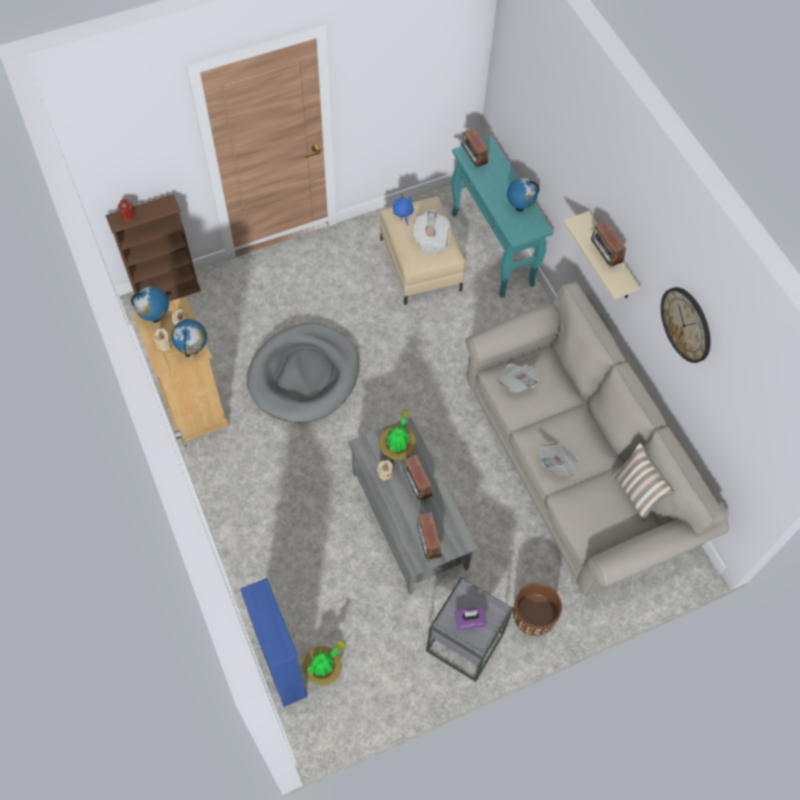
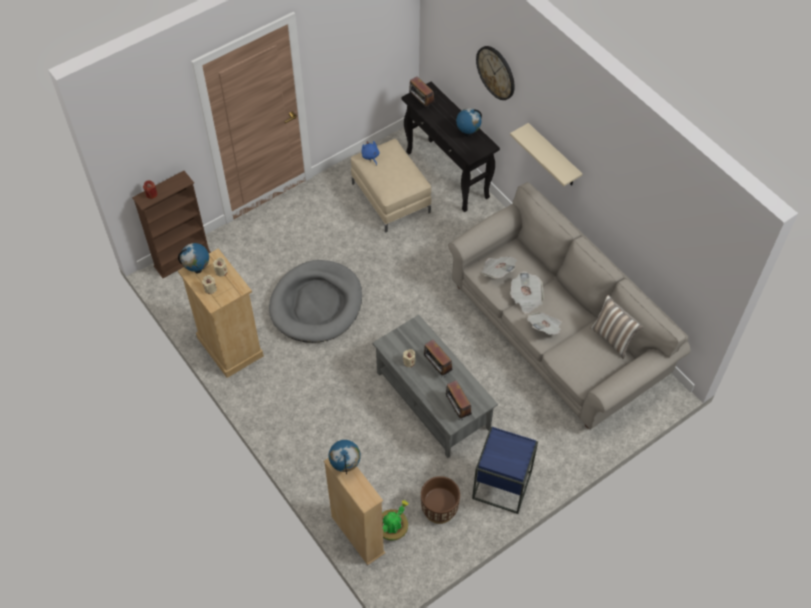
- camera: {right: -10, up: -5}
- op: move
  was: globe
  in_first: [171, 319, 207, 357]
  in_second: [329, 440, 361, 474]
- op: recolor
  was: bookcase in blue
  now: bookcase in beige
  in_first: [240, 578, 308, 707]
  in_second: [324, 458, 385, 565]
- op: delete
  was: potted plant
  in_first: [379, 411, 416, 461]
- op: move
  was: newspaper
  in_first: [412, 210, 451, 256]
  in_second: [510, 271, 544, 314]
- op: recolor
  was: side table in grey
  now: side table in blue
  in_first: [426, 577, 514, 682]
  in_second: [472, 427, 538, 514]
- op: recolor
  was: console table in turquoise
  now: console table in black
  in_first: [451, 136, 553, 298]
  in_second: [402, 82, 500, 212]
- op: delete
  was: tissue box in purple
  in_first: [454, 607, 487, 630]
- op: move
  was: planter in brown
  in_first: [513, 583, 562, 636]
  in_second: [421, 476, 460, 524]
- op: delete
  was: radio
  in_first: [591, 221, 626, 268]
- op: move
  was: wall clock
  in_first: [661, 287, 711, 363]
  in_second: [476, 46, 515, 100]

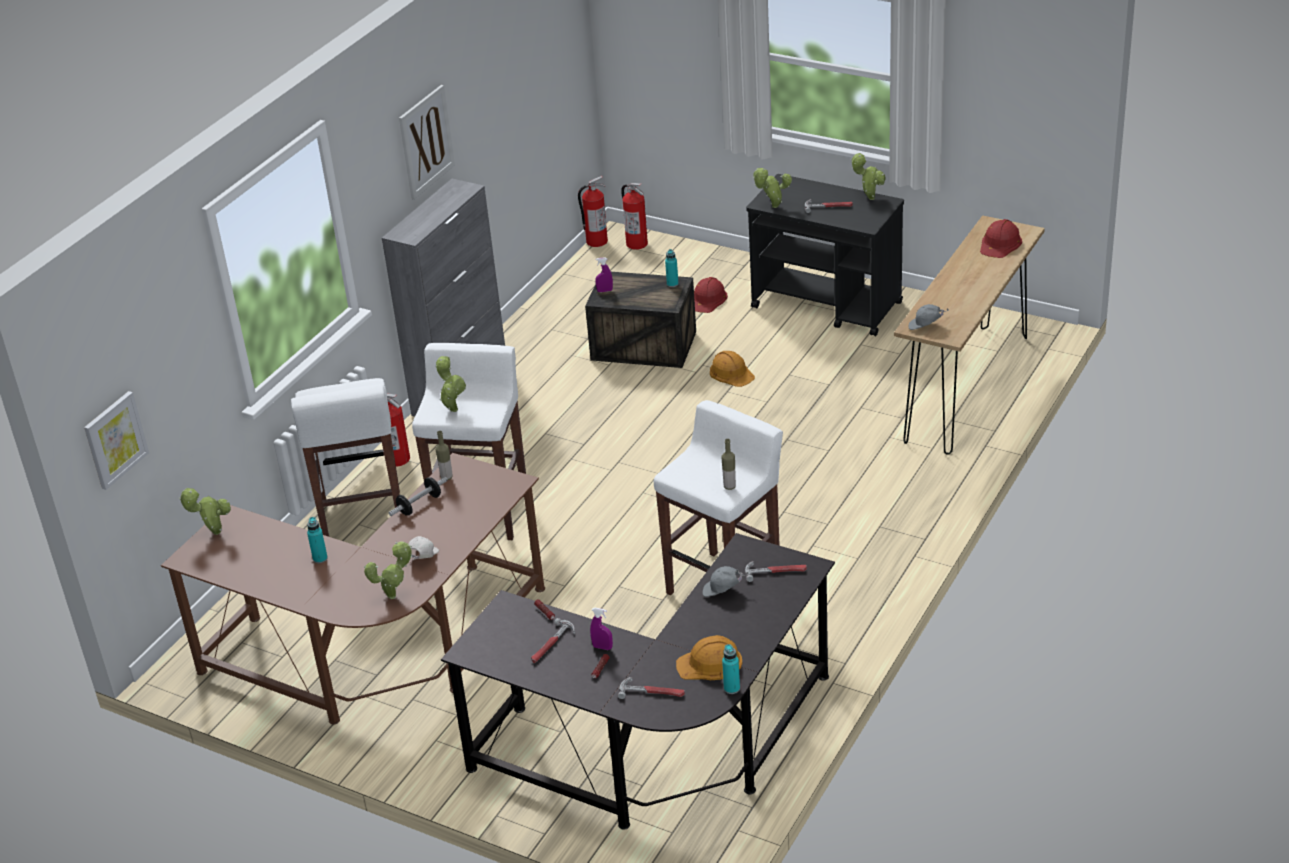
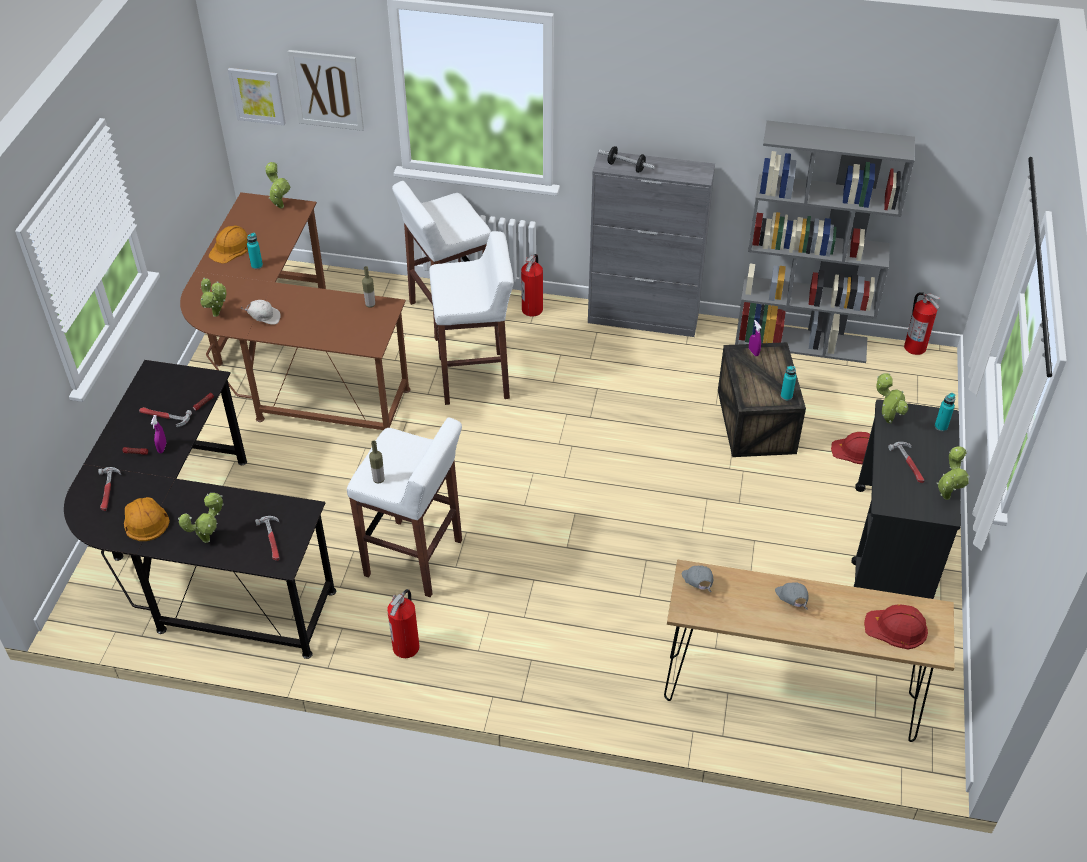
- camera: {right: 70, up: 10}
- op: move
  was: dumbbell
  in_first: [389, 477, 448, 516]
  in_second: [599, 146, 655, 173]
- op: move
  was: picture
  in_first: [399, 85, 455, 200]
  in_second: [288, 50, 364, 131]
- op: move
  was: potted plant
  in_first: [435, 356, 466, 412]
  in_second: [178, 493, 223, 543]
- op: move
  was: fire extinguisher
  in_first: [621, 183, 648, 250]
  in_second: [387, 589, 419, 658]
- op: move
  was: cap in grey
  in_first: [702, 566, 748, 597]
  in_second: [775, 582, 809, 610]
- op: move
  was: hard hat in orange
  in_first: [710, 351, 755, 387]
  in_second: [209, 226, 248, 264]
- op: move
  was: bottle in turquoise
  in_first: [722, 644, 740, 694]
  in_second: [935, 393, 956, 432]
- op: insert
  now: bookcase in grey
  in_second: [735, 120, 915, 363]

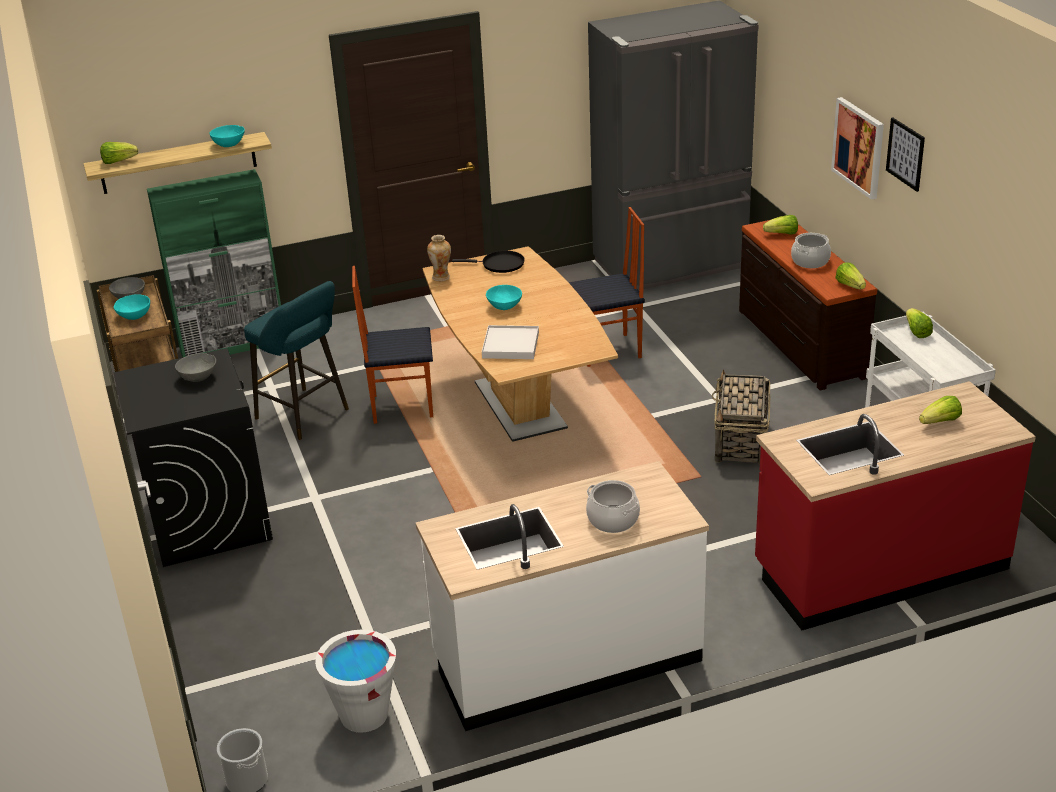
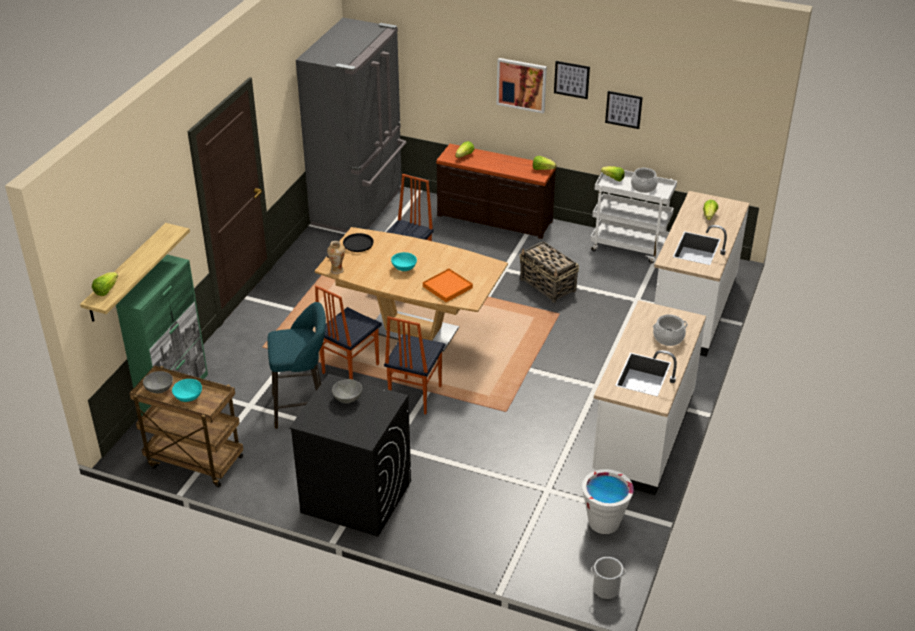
- camera: {right: -50, up: 5}
- op: delete
  was: bowl in turquoise
  in_first: [210, 125, 245, 147]
- op: recolor
  was: tray in white
  now: tray in orange
  in_first: [482, 325, 539, 359]
  in_second: [423, 269, 473, 302]
- op: recolor
  was: counter in red
  now: counter in white
  in_first: [755, 381, 1036, 630]
  in_second: [654, 191, 750, 357]
- op: move
  was: cooking pot
  in_first: [791, 233, 831, 268]
  in_second: [631, 167, 658, 193]
- op: insert
  now: chair
  in_second: [384, 316, 445, 414]
- op: insert
  now: picture
  in_second: [605, 91, 643, 129]

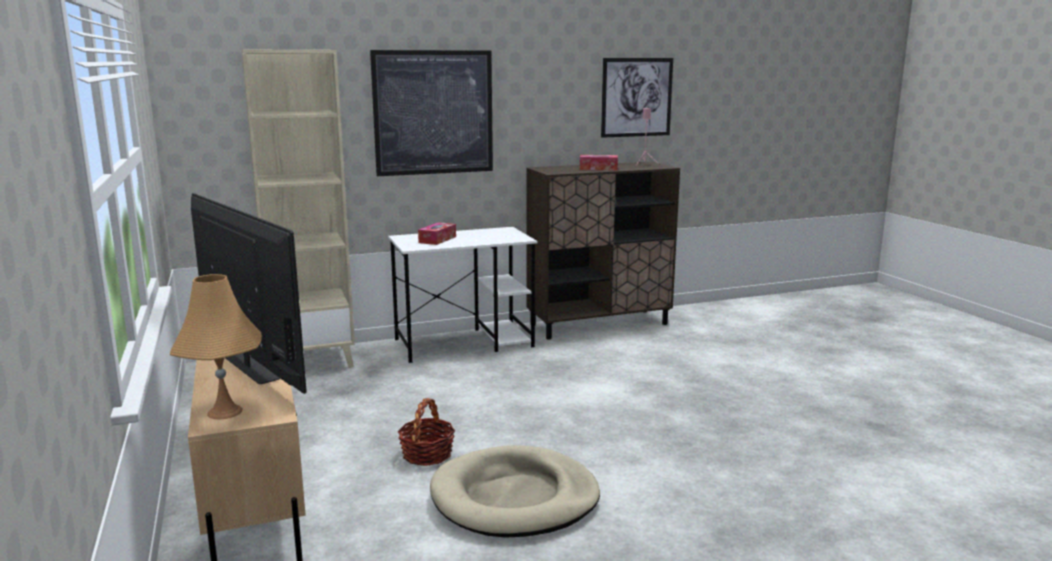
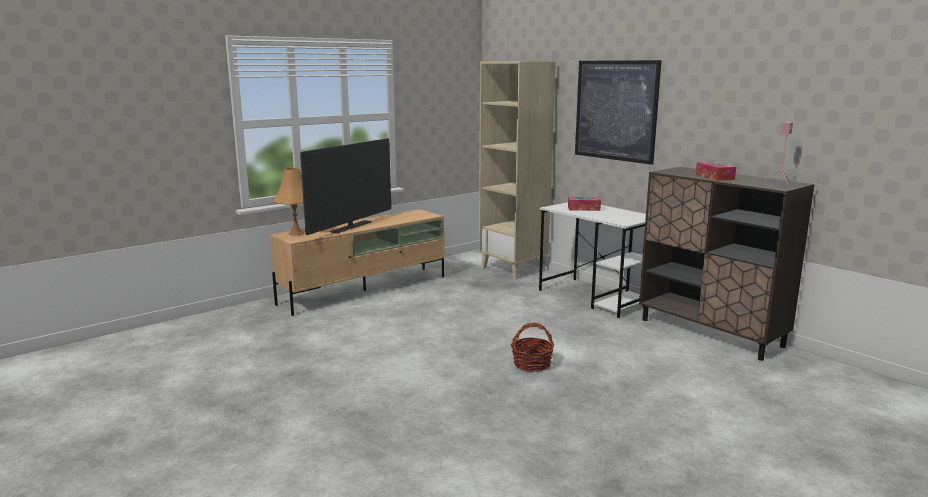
- camera: {right: 70, up: 0}
- op: move
  was: basket
  in_first: [397, 398, 455, 466]
  in_second: [510, 322, 554, 372]
- op: delete
  was: dog bed in beige
  in_first: [430, 445, 600, 538]
- op: delete
  was: picture
  in_first: [601, 58, 673, 138]

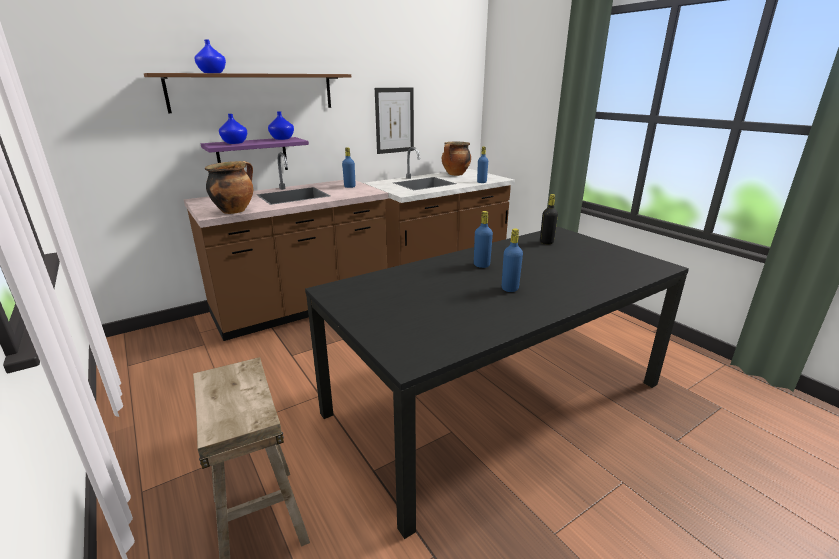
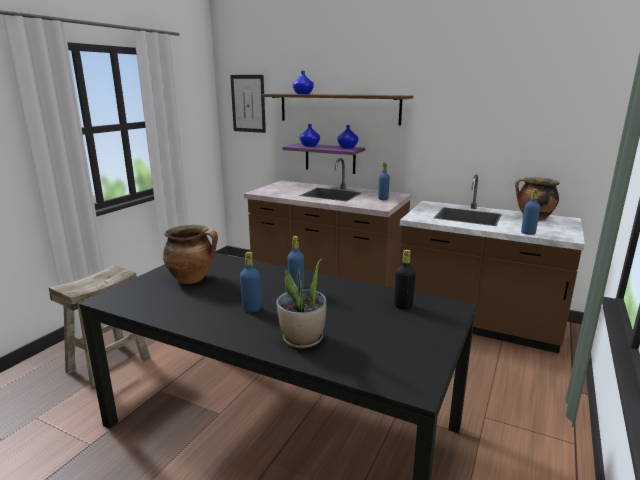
- camera: {right: 60, up: -5}
- op: move
  was: cooking pot
  in_first: [205, 161, 253, 214]
  in_second: [163, 225, 218, 284]
- op: move
  was: picture
  in_first: [375, 87, 414, 154]
  in_second: [230, 75, 266, 133]
- op: insert
  now: potted plant
  in_second: [276, 259, 326, 348]

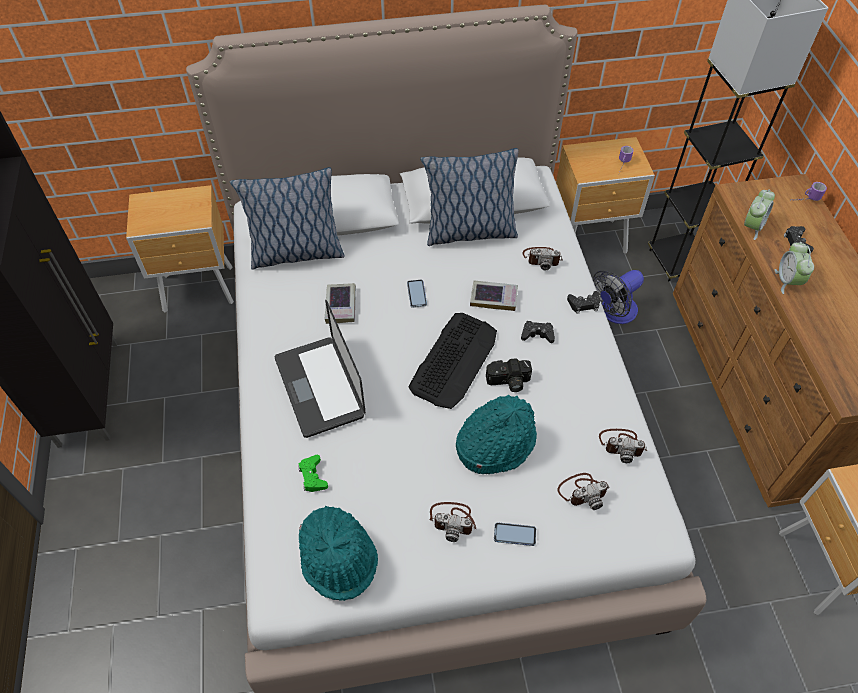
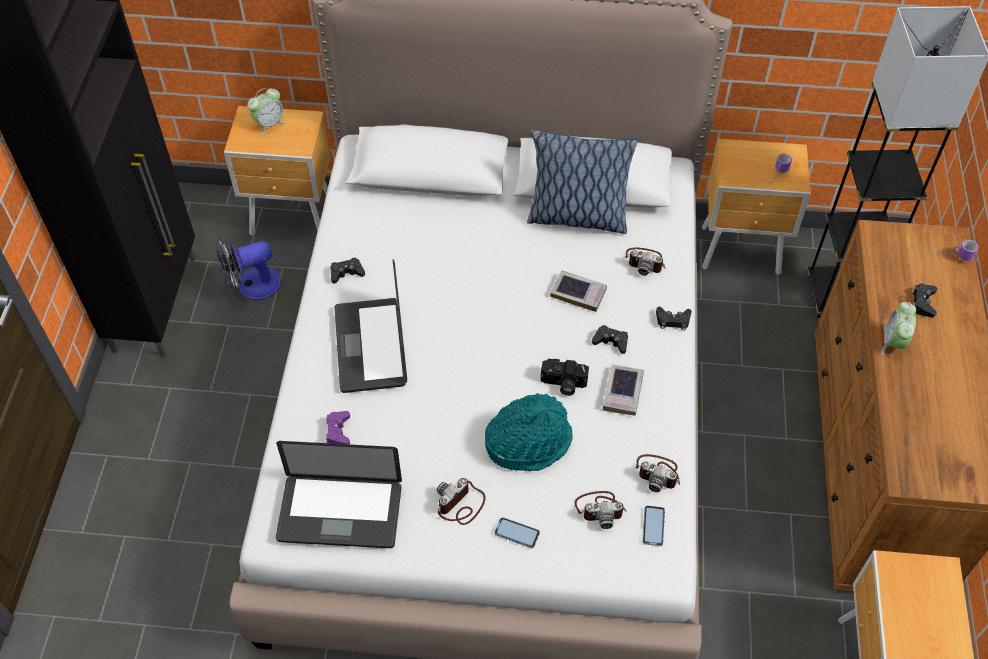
- camera: {right: 15, up: 0}
- op: delete
  was: pillow
  in_first: [230, 167, 345, 270]
- op: recolor
  was: game controller in green
  now: game controller in purple
  in_first: [298, 455, 328, 492]
  in_second: [326, 411, 350, 444]
- op: replace
  was: hat in turquoise
  now: laptop
  in_first: [299, 506, 378, 601]
  in_second: [276, 441, 402, 548]
- op: move
  was: book
  in_first: [325, 283, 356, 324]
  in_second: [603, 364, 644, 415]
- op: move
  was: phone
  in_first: [407, 280, 427, 308]
  in_second: [642, 506, 665, 546]
- op: delete
  was: keyboard
  in_first: [408, 313, 497, 409]
- op: rotate
  was: photo camera
  in_first: [430, 502, 476, 542]
  in_second: [437, 478, 486, 525]
  clockwise: 105
- op: move
  was: fan
  in_first: [593, 270, 644, 324]
  in_second: [215, 235, 281, 300]
- op: move
  was: alarm clock
  in_first: [744, 189, 775, 240]
  in_second: [247, 88, 286, 135]
- op: insert
  now: game controller in black
  in_second: [330, 257, 365, 284]

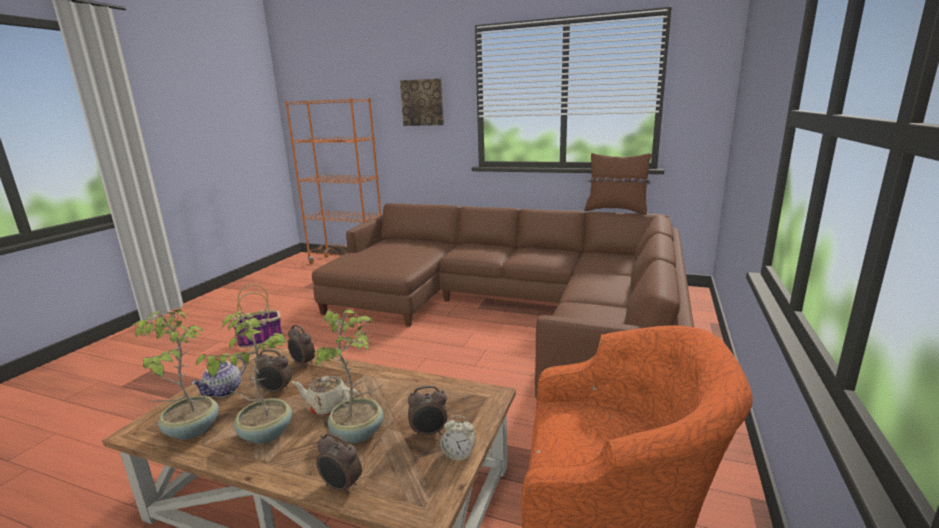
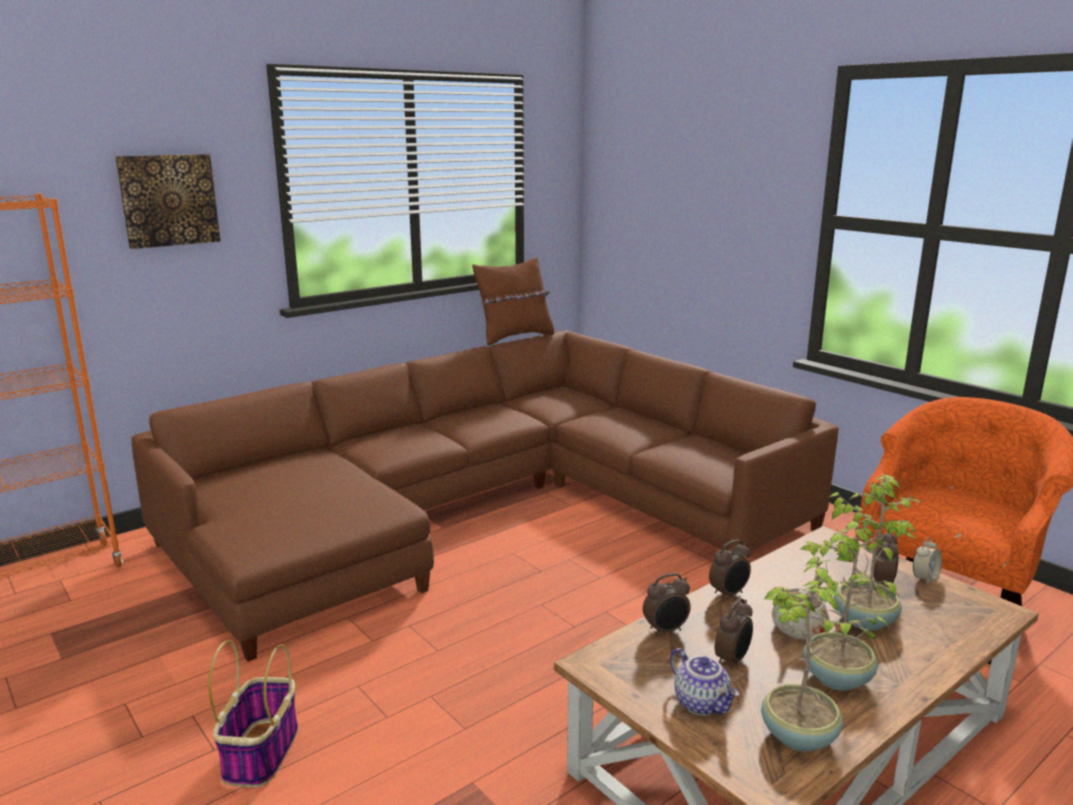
- camera: {right: -60, up: 0}
- op: move
  was: alarm clock
  in_first: [316, 433, 362, 495]
  in_second: [709, 540, 751, 600]

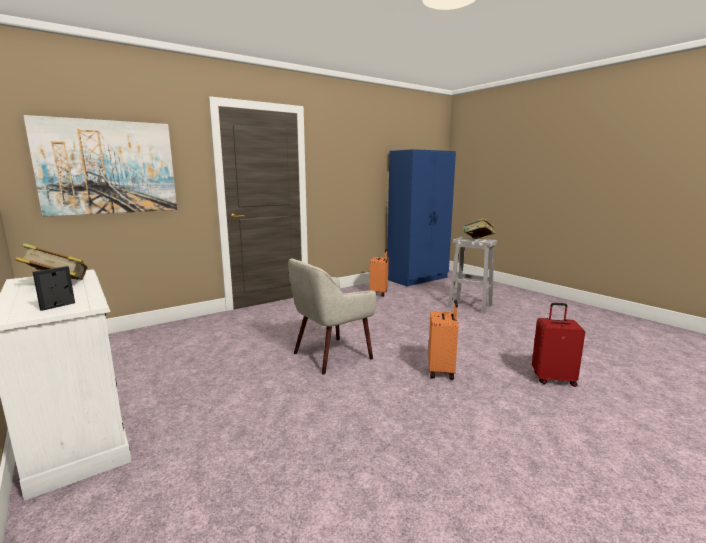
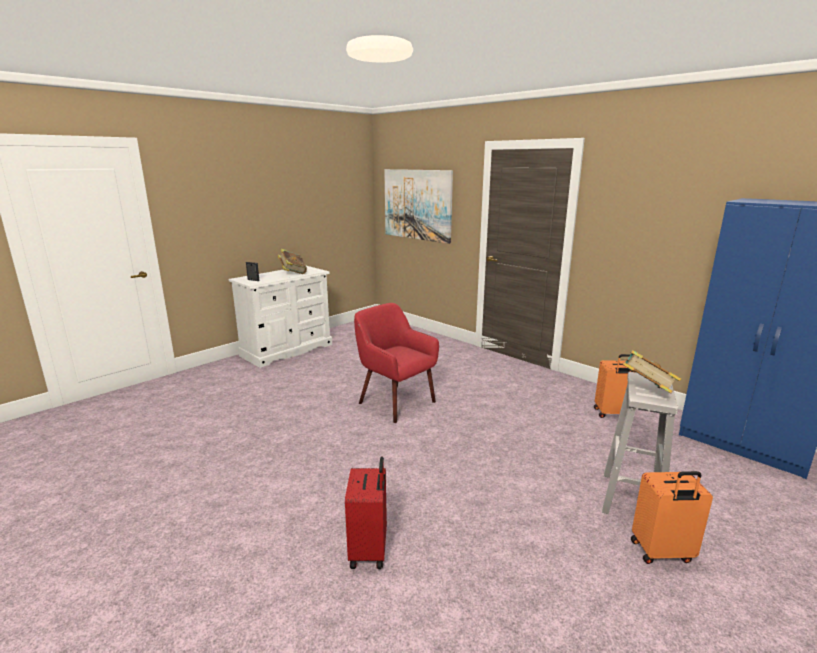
- camera: {right: 80, up: 5}
- op: recolor
  was: armchair in beige
  now: armchair in red
  in_first: [288, 258, 377, 375]
  in_second: [354, 303, 439, 423]
- op: move
  was: suitcase in orange
  in_first: [428, 300, 459, 380]
  in_second: [631, 471, 713, 564]

